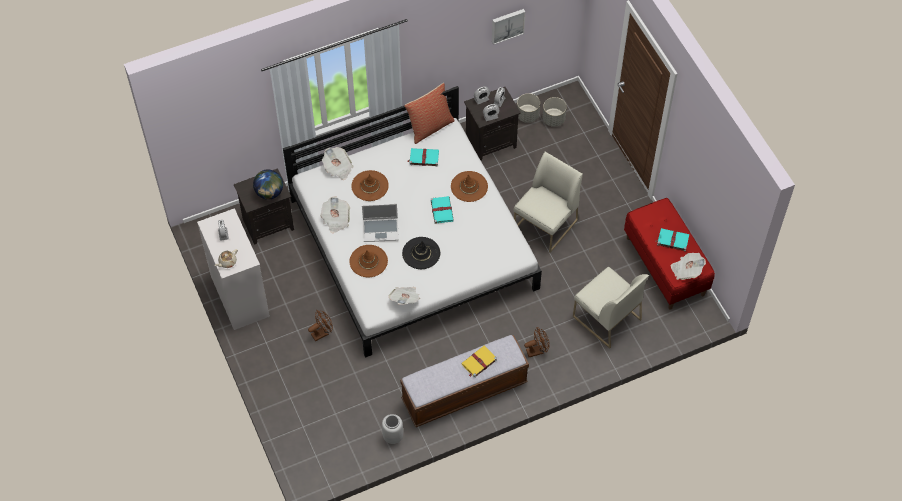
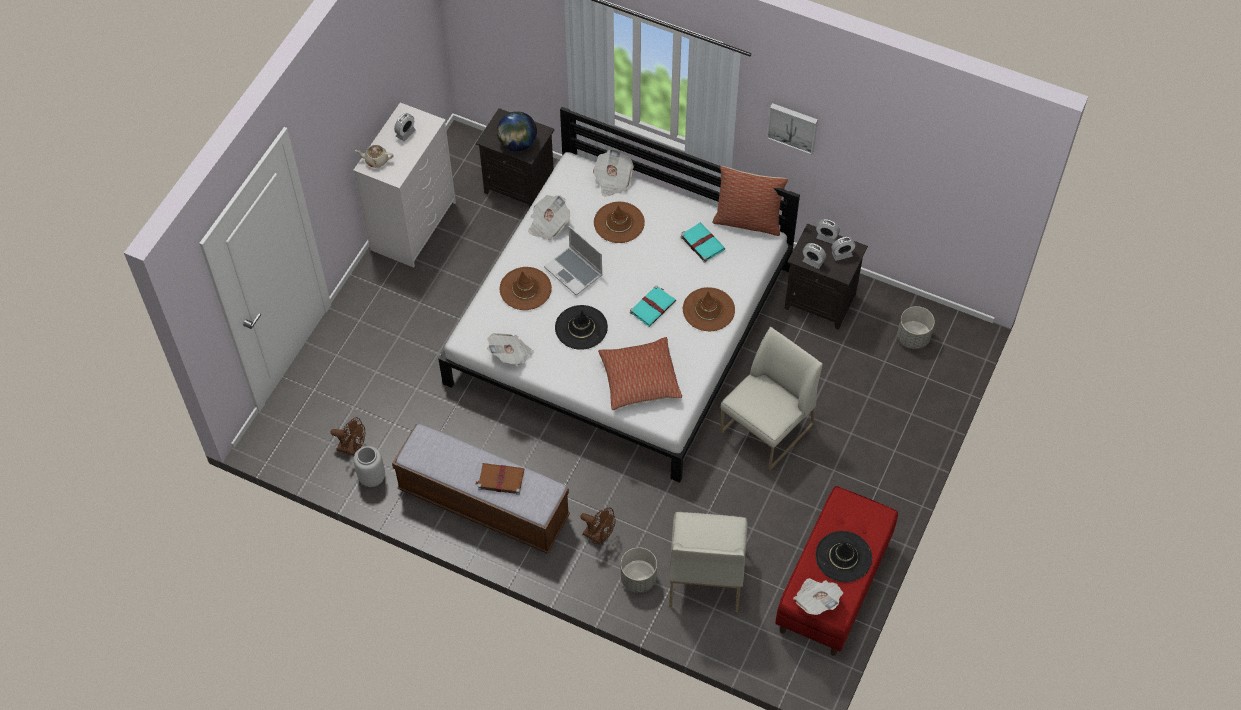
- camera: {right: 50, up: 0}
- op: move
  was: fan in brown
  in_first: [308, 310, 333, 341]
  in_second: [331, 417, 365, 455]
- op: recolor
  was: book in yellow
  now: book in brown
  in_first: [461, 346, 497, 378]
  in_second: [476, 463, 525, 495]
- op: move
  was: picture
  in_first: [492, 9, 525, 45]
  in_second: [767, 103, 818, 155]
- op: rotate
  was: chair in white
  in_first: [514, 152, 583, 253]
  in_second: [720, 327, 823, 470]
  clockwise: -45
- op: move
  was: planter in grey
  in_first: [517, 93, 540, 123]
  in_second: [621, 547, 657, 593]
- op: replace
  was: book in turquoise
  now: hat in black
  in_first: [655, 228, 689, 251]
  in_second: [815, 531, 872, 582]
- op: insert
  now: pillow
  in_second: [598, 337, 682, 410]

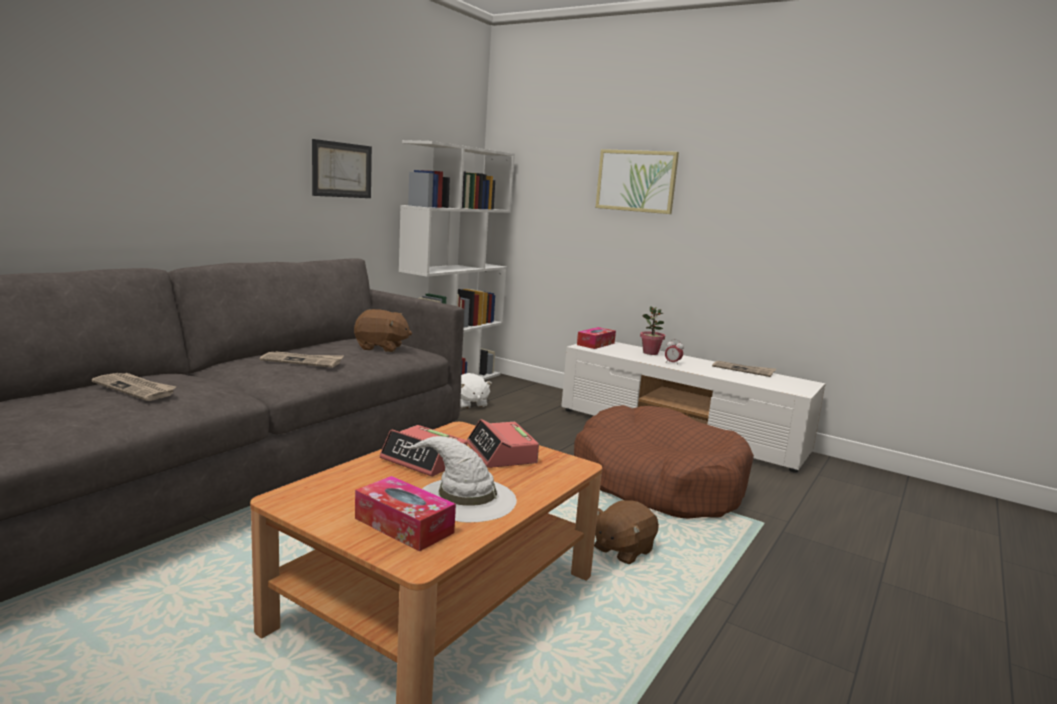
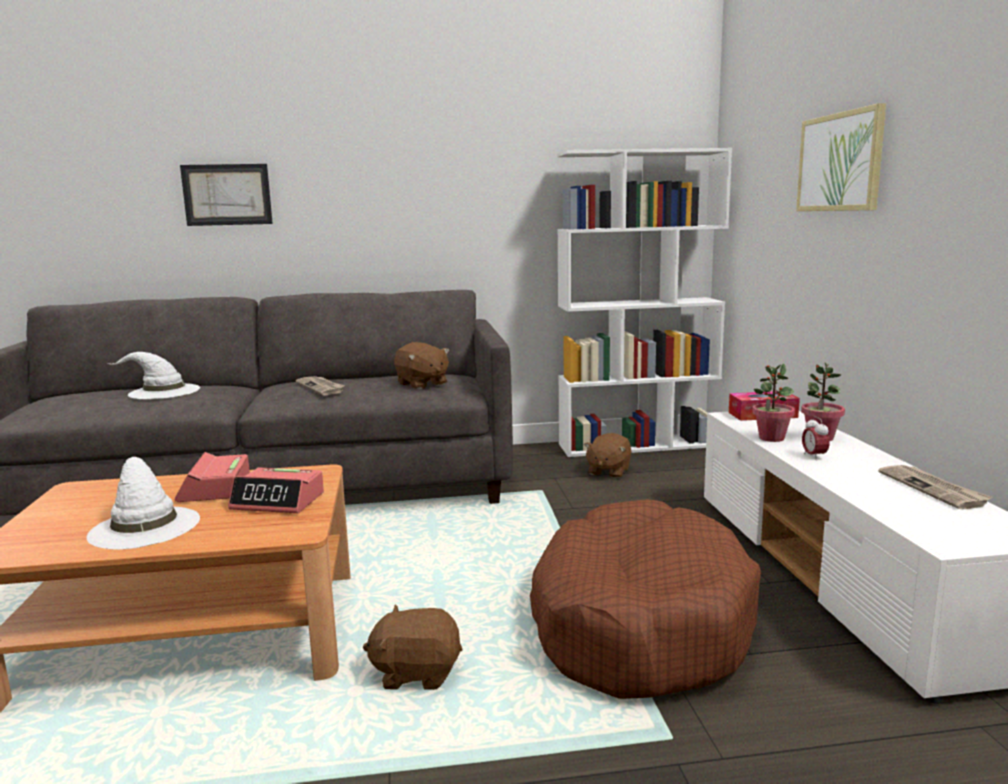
- camera: {right: 50, up: 0}
- op: replace
  was: newspaper
  now: hat in white
  in_first: [92, 373, 176, 401]
  in_second: [108, 352, 200, 399]
- op: move
  was: picture
  in_first: [312, 139, 372, 198]
  in_second: [180, 164, 273, 226]
- op: delete
  was: tissue box
  in_first: [355, 476, 456, 552]
- op: recolor
  was: plush toy in white
  now: plush toy in brown
  in_first: [460, 373, 492, 409]
  in_second: [584, 433, 632, 478]
- op: rotate
  was: alarm clock
  in_first: [467, 419, 539, 468]
  in_second: [228, 468, 324, 513]
  clockwise: -105
- op: insert
  now: potted plant
  in_second: [752, 364, 795, 442]

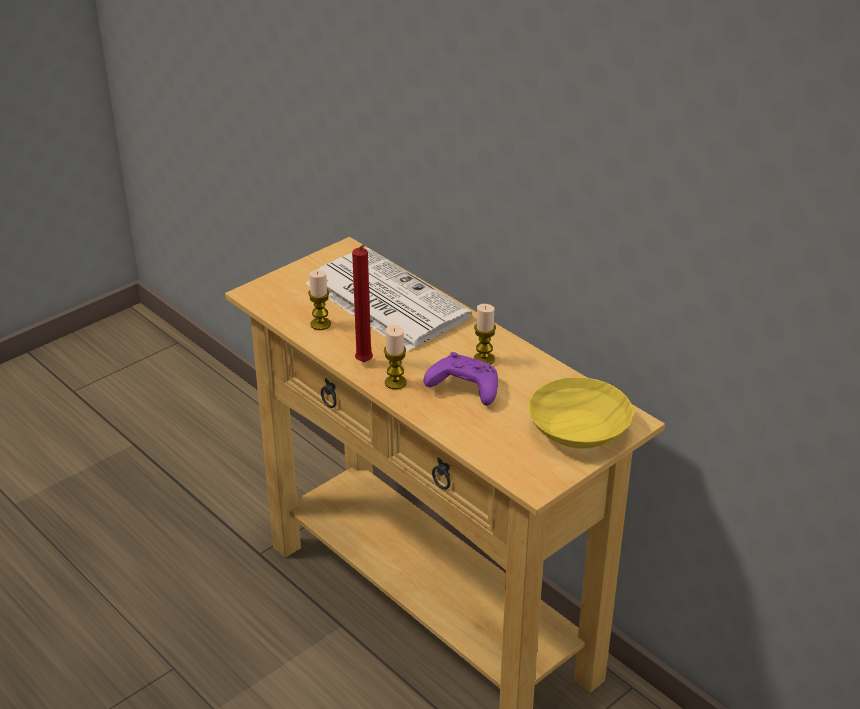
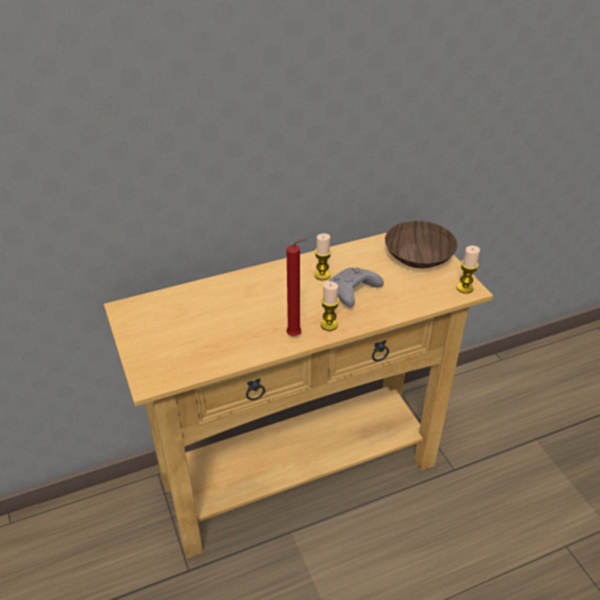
- camera: {right: -70, up: 5}
- op: delete
  was: newspaper
  in_first: [305, 248, 472, 352]
- op: move
  was: candle
  in_first: [308, 270, 331, 330]
  in_second: [457, 246, 480, 294]
- op: recolor
  was: game controller in purple
  now: game controller in grey
  in_first: [424, 352, 498, 406]
  in_second: [329, 268, 384, 307]
- op: recolor
  was: bowl in yellow
  now: bowl in brown
  in_first: [528, 377, 633, 449]
  in_second: [385, 221, 457, 268]

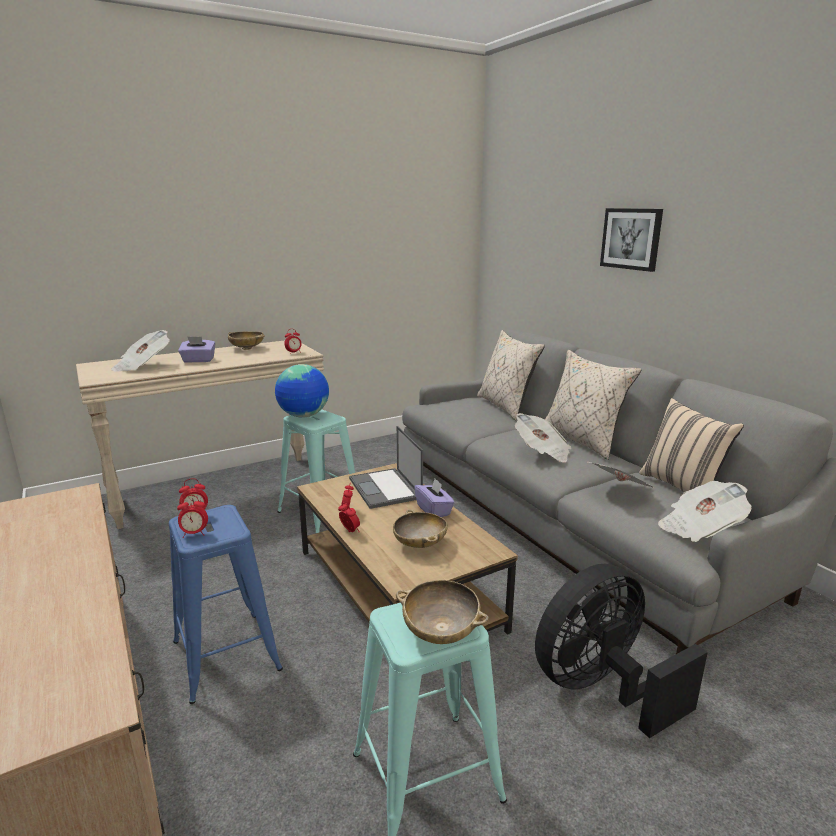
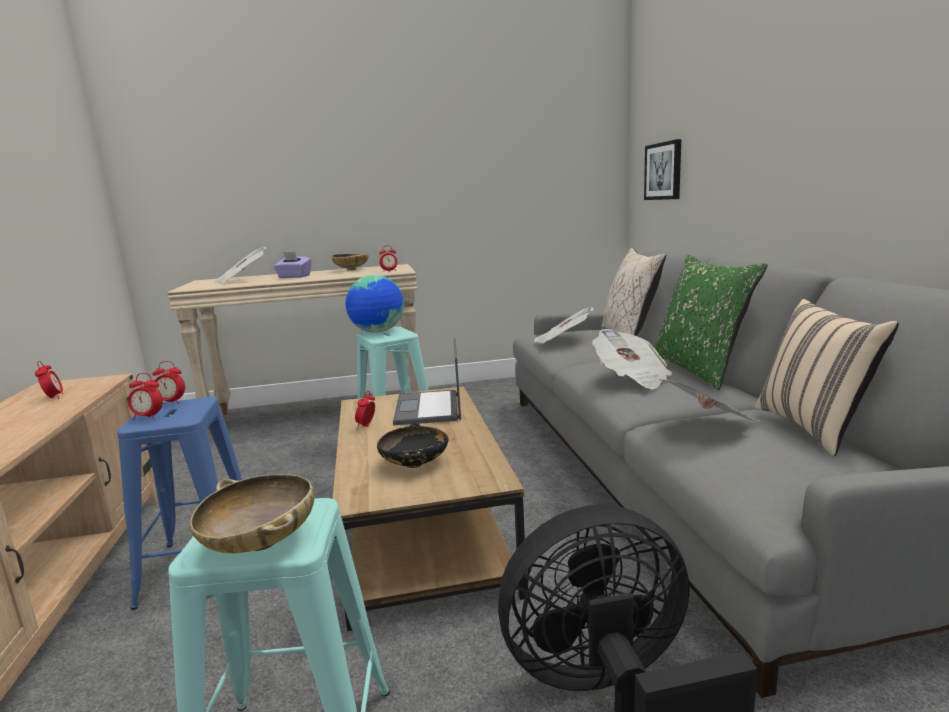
- camera: {right: 20, up: -5}
- op: move
  was: alarm clock
  in_first: [338, 502, 360, 533]
  in_second: [35, 361, 63, 399]
- op: recolor
  was: bowl in beige
  now: bowl in black
  in_first: [393, 510, 448, 548]
  in_second: [377, 423, 448, 468]
- op: delete
  was: tissue box in purple
  in_first: [414, 479, 455, 517]
- op: recolor
  was: pillow in beige
  now: pillow in green
  in_first: [545, 350, 642, 460]
  in_second: [654, 255, 768, 390]
- op: move
  was: picture
  in_first: [600, 208, 663, 272]
  in_second: [644, 139, 681, 200]
- op: move
  was: newspaper
  in_first: [658, 481, 751, 542]
  in_second: [534, 307, 594, 344]

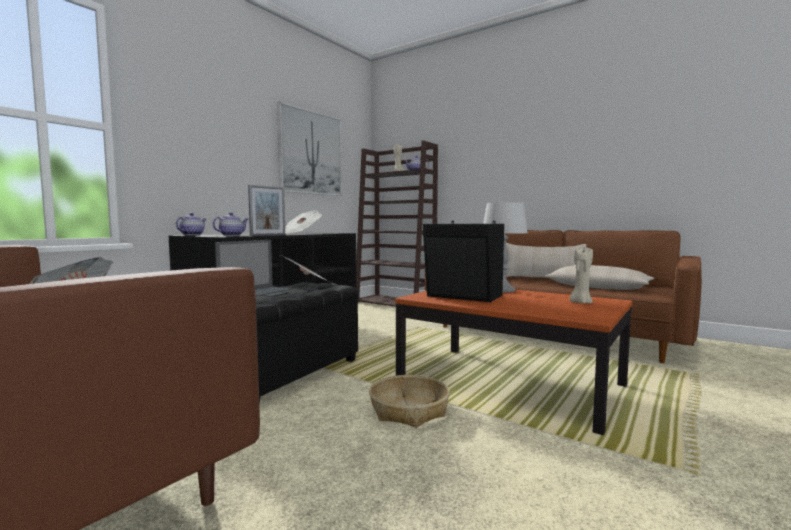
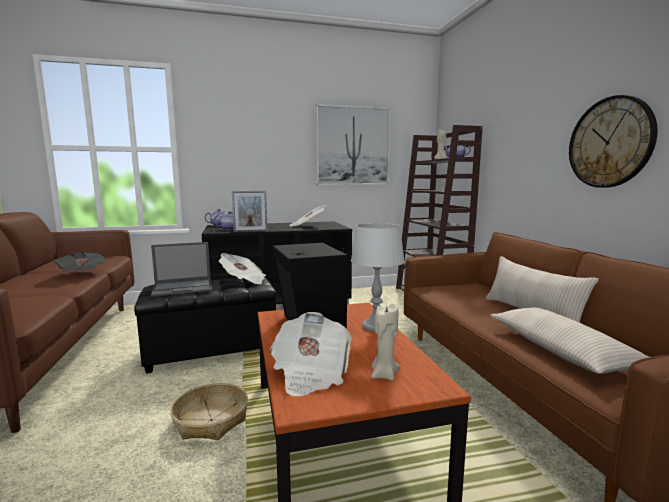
- camera: {right: 40, up: 5}
- op: insert
  now: newspaper
  in_second: [270, 312, 352, 396]
- op: insert
  now: wall clock
  in_second: [569, 95, 657, 188]

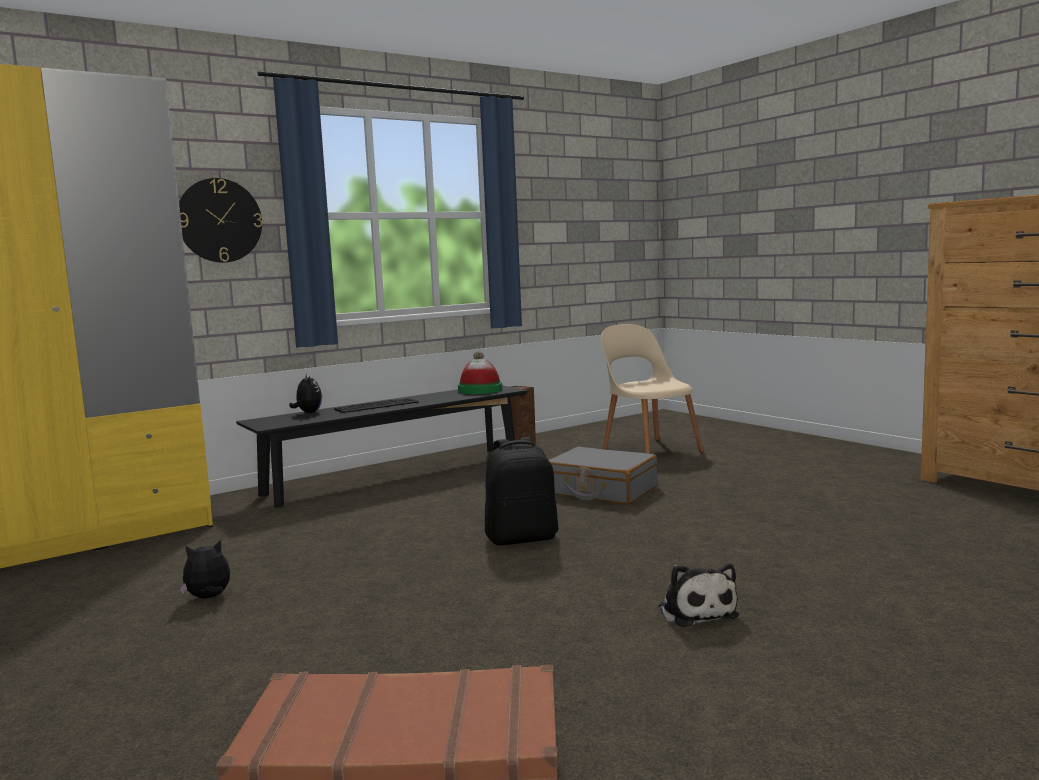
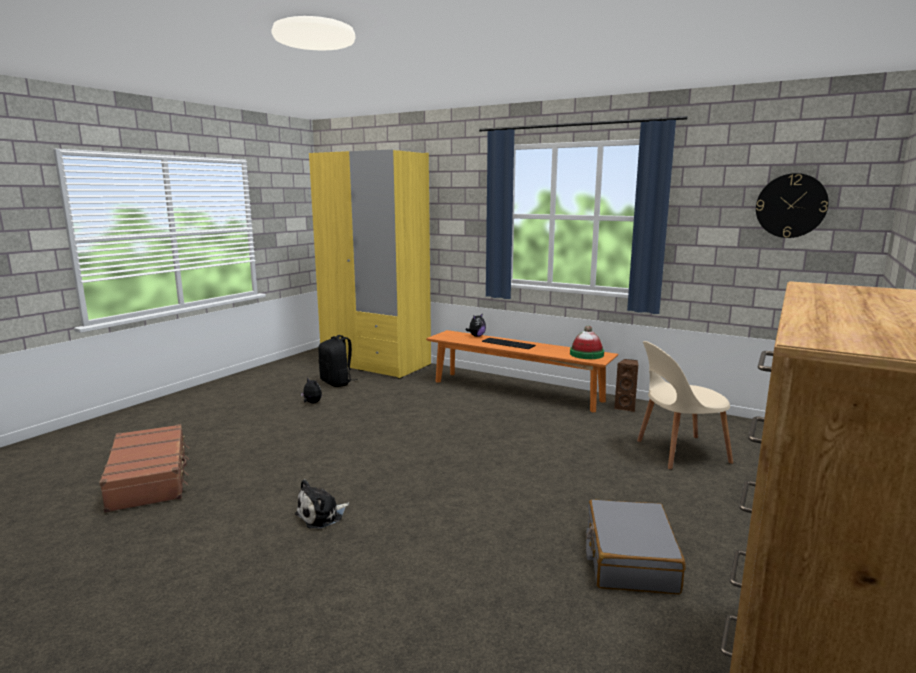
- camera: {right: 65, up: 5}
- op: move
  was: wall clock
  in_first: [179, 178, 262, 263]
  in_second: [756, 173, 829, 238]
- op: recolor
  was: bench in black
  now: bench in orange
  in_first: [236, 386, 527, 507]
  in_second: [426, 330, 618, 412]
- op: move
  was: backpack in black
  in_first: [485, 437, 558, 545]
  in_second: [318, 335, 358, 387]
- op: move
  was: suitcase in grey
  in_first: [549, 446, 658, 505]
  in_second: [586, 499, 685, 594]
- op: rotate
  was: chair in beige
  in_first: [601, 324, 704, 454]
  in_second: [637, 341, 733, 470]
  clockwise: -135

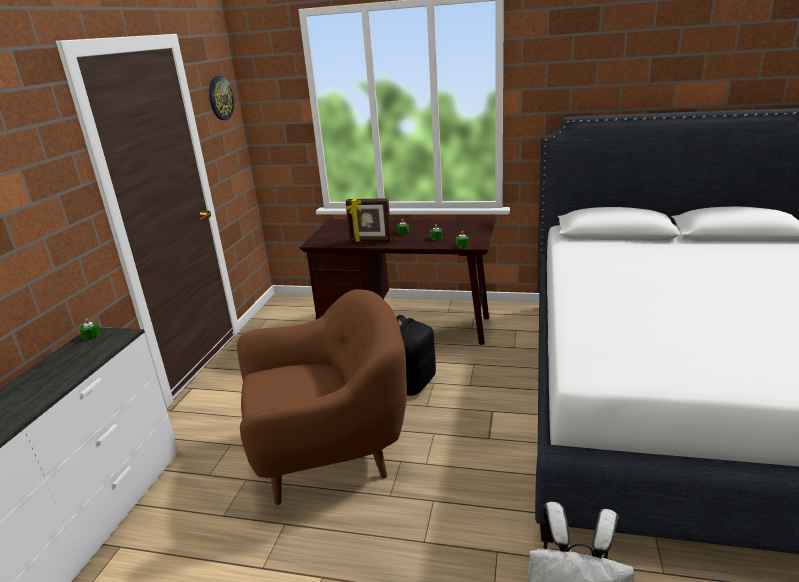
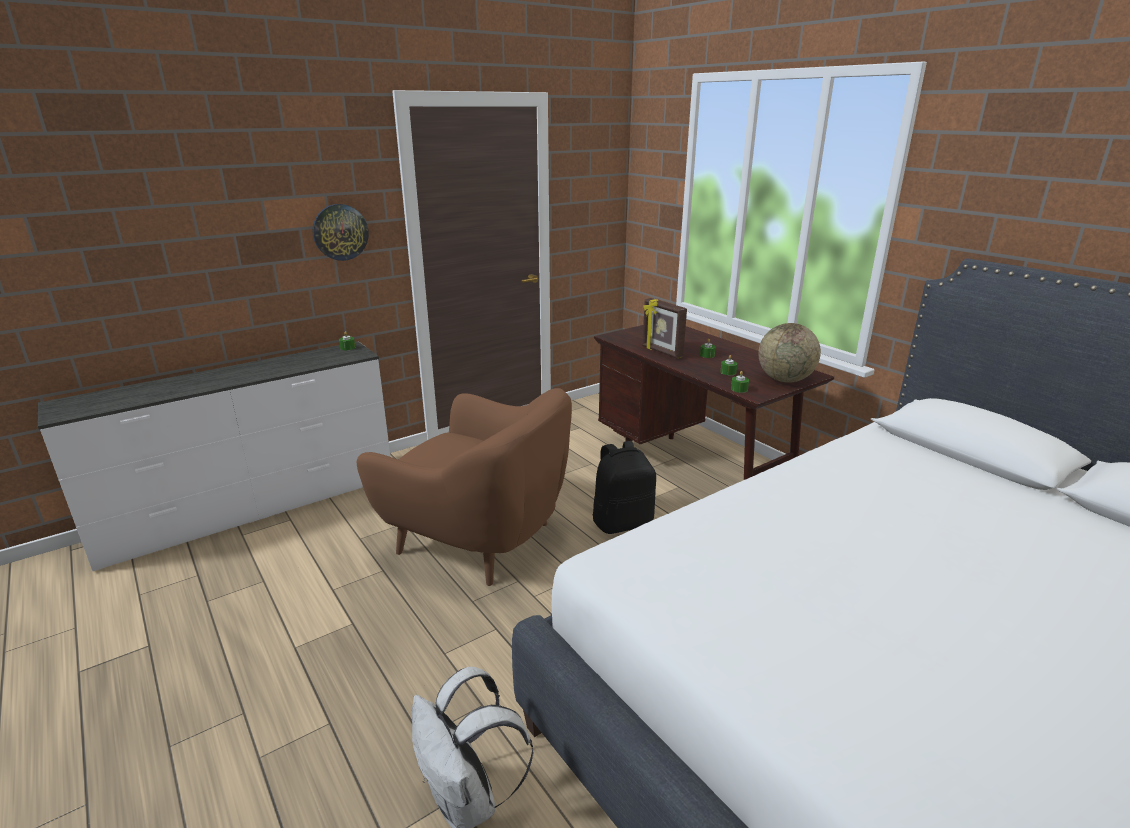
- camera: {right: 40, up: 0}
- op: move
  was: wall clock
  in_first: [209, 76, 234, 120]
  in_second: [312, 204, 369, 261]
- op: insert
  now: globe
  in_second: [758, 323, 821, 383]

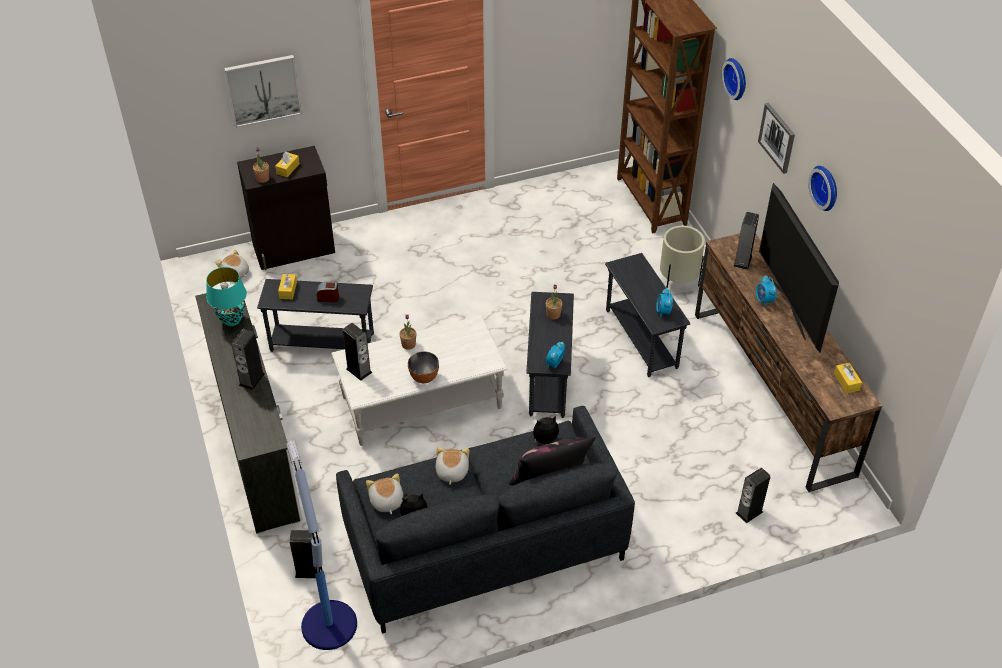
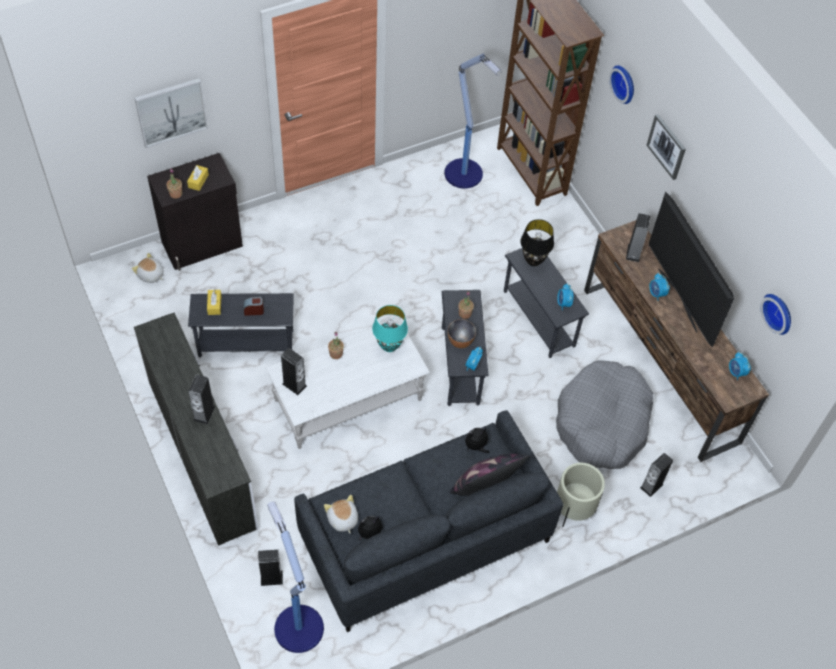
- camera: {right: -10, up: 10}
- op: move
  was: table lamp in turquoise
  in_first: [206, 267, 247, 326]
  in_second: [372, 305, 408, 352]
- op: move
  was: bowl
  in_first: [408, 351, 439, 383]
  in_second: [448, 319, 476, 348]
- op: delete
  was: plush toy
  in_first: [435, 447, 469, 485]
- op: move
  was: planter in beige
  in_first: [660, 226, 705, 288]
  in_second: [557, 463, 605, 527]
- op: move
  was: wall clock
  in_first: [808, 166, 837, 211]
  in_second: [760, 294, 791, 335]
- op: replace
  was: tissue box in yellow
  now: alarm clock
  in_first: [834, 363, 862, 393]
  in_second: [729, 352, 751, 380]
- op: insert
  now: floor lamp
  in_second: [444, 54, 502, 188]
- op: insert
  now: table lamp in black
  in_second: [520, 219, 554, 266]
- op: insert
  now: dog bed in grey
  in_second: [556, 361, 653, 469]

